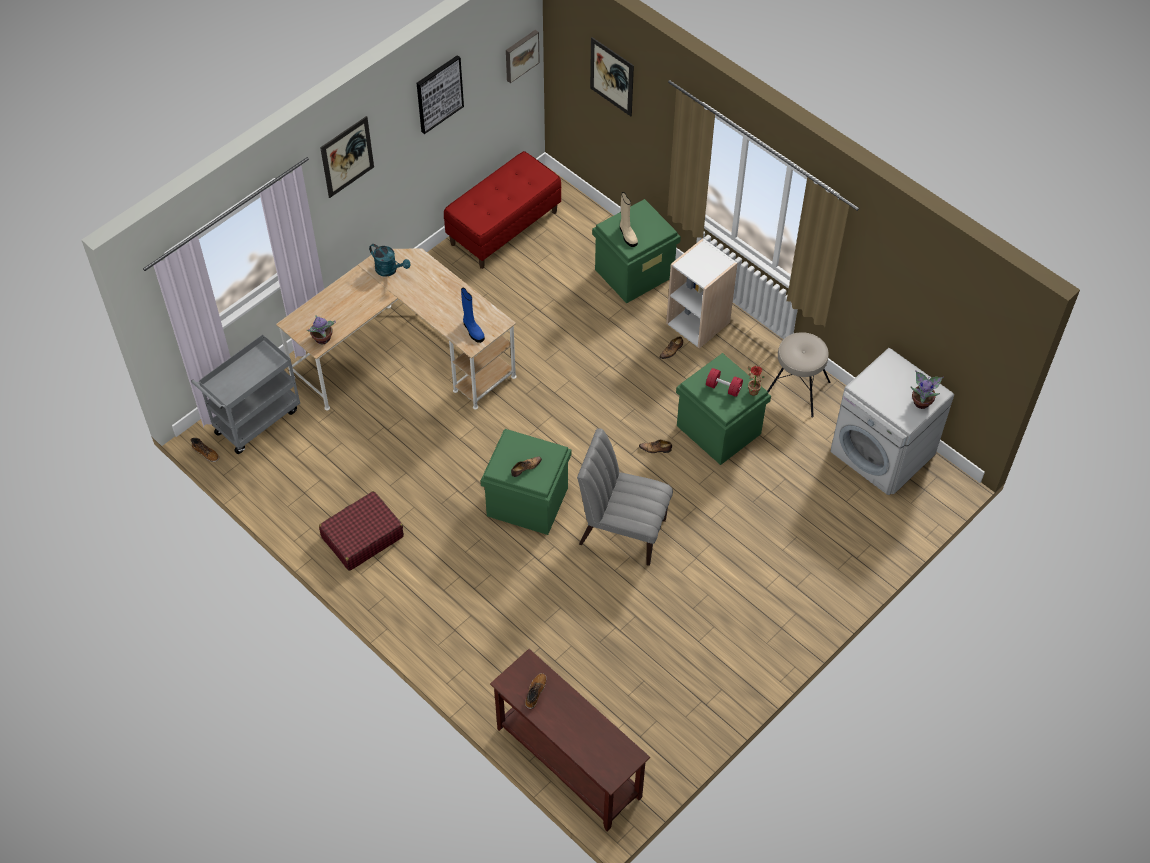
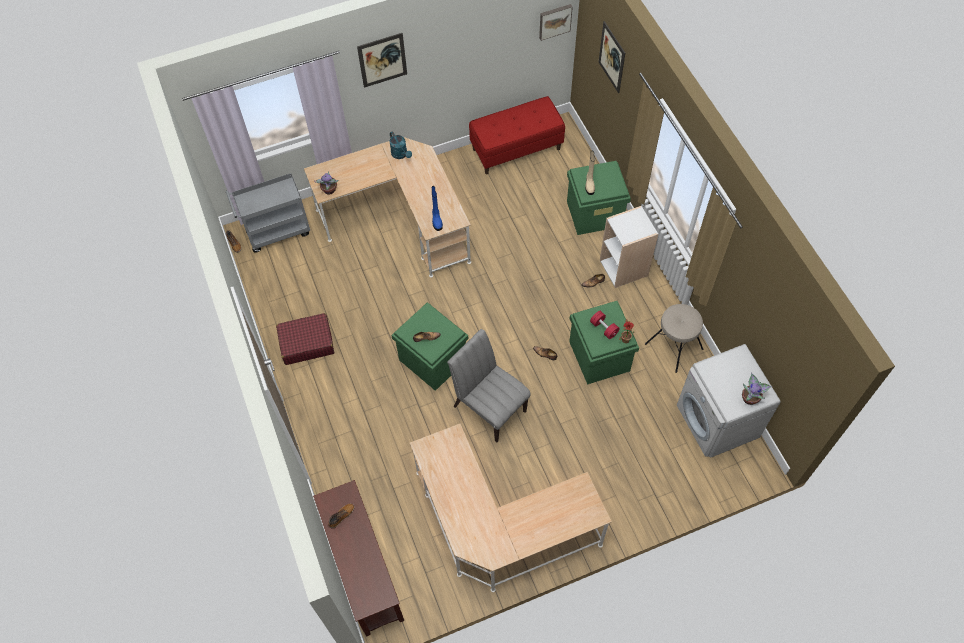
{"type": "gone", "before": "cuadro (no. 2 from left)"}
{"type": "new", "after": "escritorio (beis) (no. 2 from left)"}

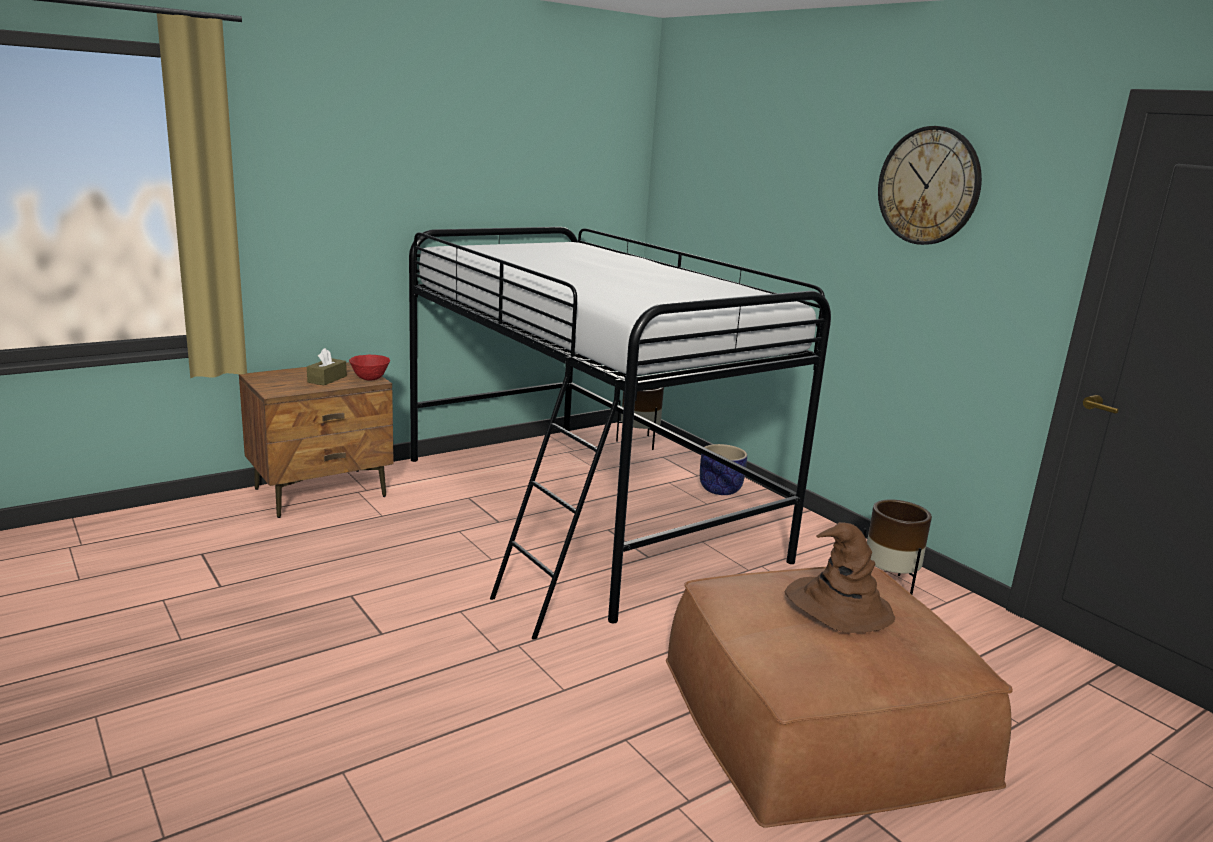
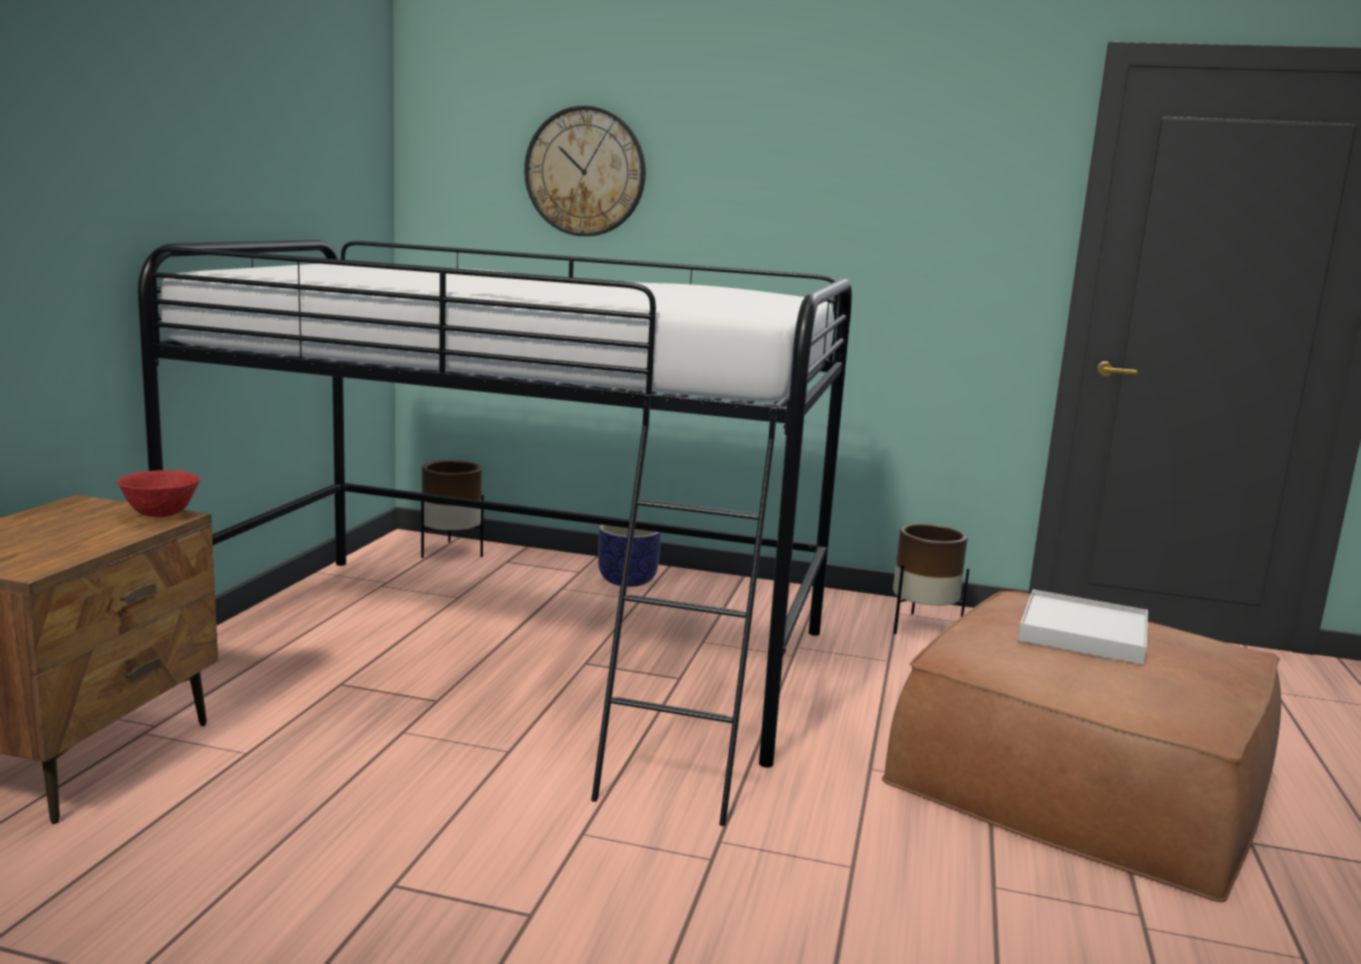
{"type": "shifted", "before": "reloj de pared"}
{"type": "gone", "before": "caja de pañuelos (marrón)"}
{"type": "swapped", "before": "sombrero (marrón)", "after": "bandeja (blanco)"}

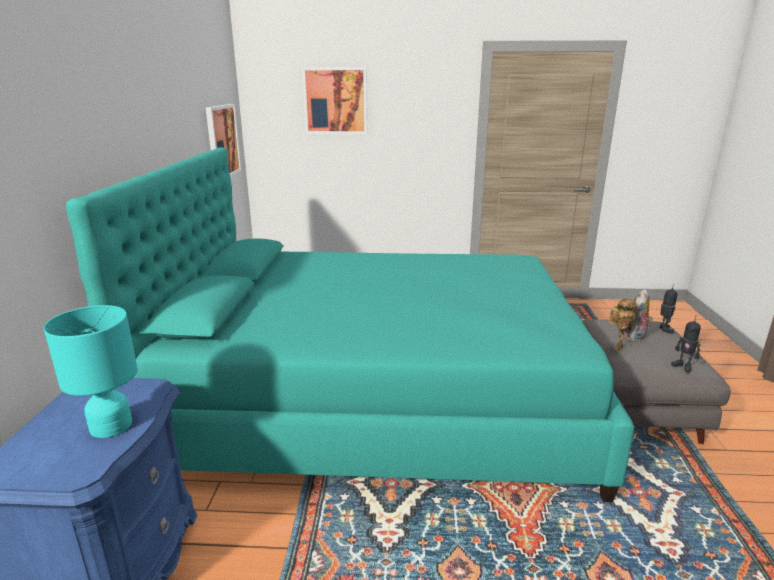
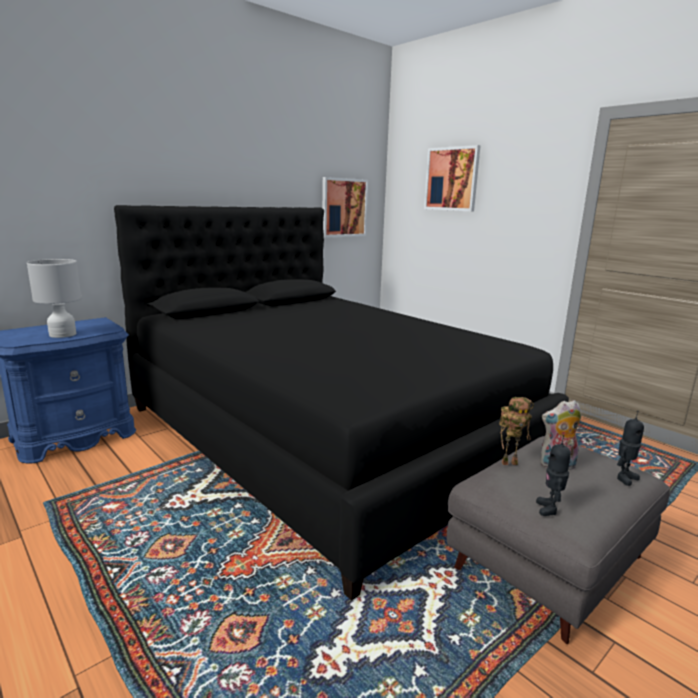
{"type": "repainted", "before": "cama (turquesa)", "after": "cama (negro)"}
{"type": "repainted", "before": "lámpara de mesa (turquesa)", "after": "lámpara de mesa (gris)"}

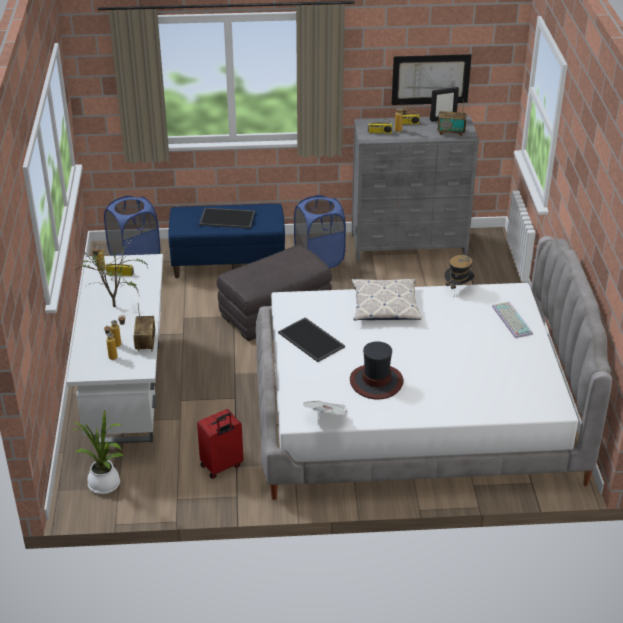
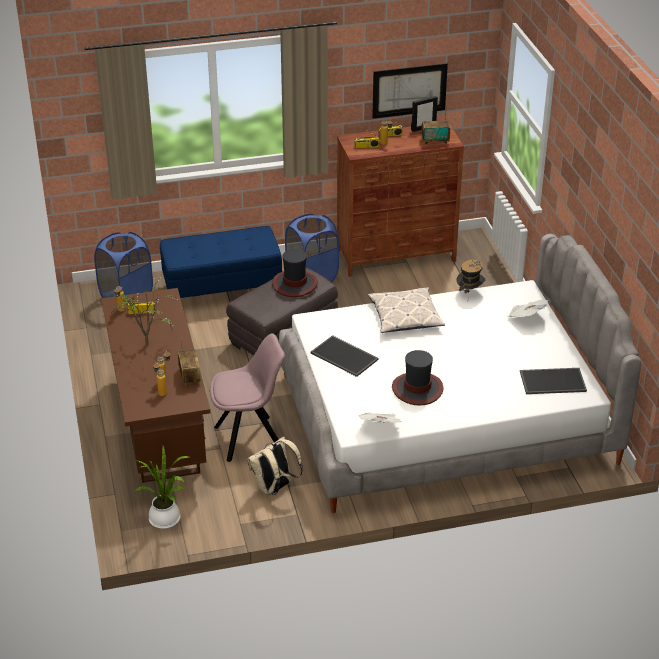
{"type": "repainted", "before": "cómoda (gris)", "after": "cómoda (marrón)"}
{"type": "shifted", "before": "bandeja (no. 1 from left in the first image)", "after": "bandeja (no. 2 from left)"}
{"type": "repainted", "before": "escritorio (blanco)", "after": "escritorio (marrón)"}
{"type": "swapped", "before": "teclado", "after": "periódico (no. 2 from left)"}
{"type": "swapped", "before": "maleta (rojo)", "after": "mochila (beis)"}
{"type": "new", "after": "sombrero (no. 1 from left)"}
{"type": "new", "after": "silla (rosa)"}

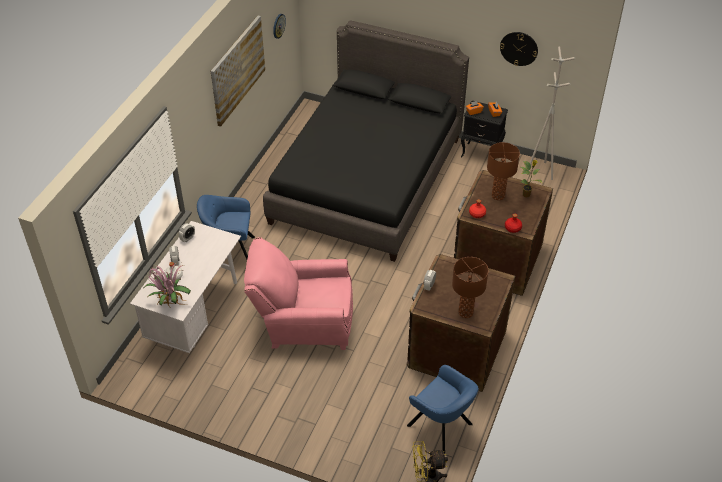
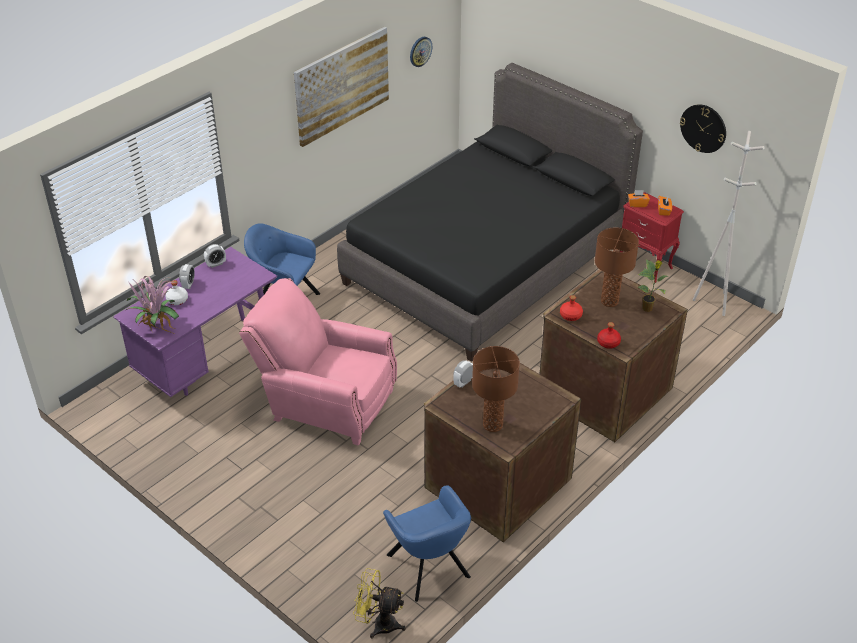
{"type": "repainted", "before": "mesita de noche (negro)", "after": "mesita de noche (rojo)"}
{"type": "repainted", "before": "escritorio (blanco)", "after": "escritorio (morado)"}

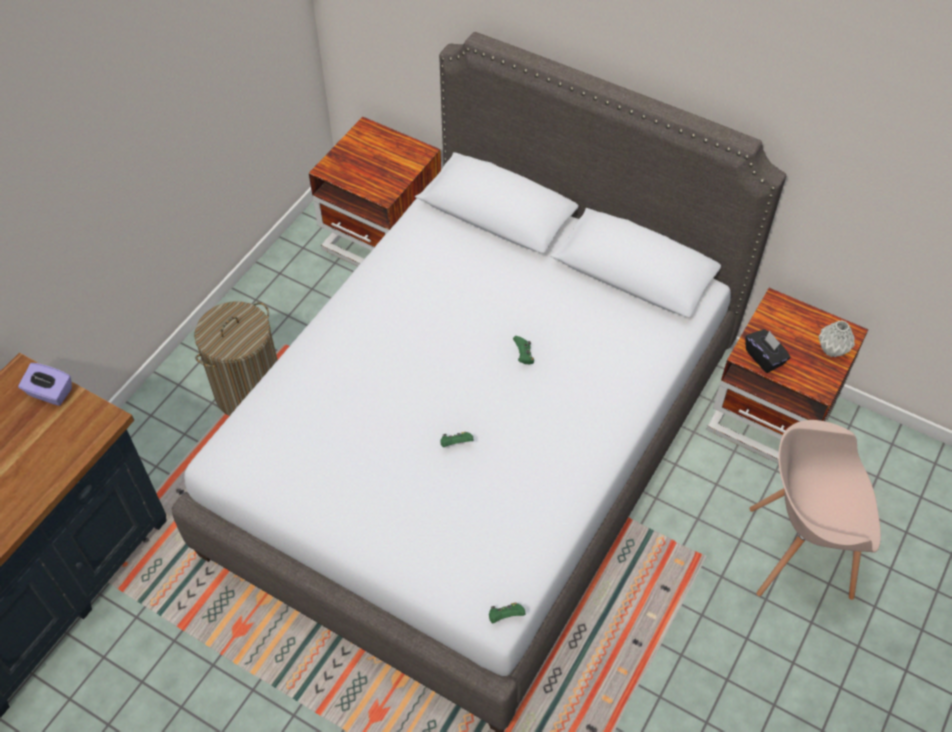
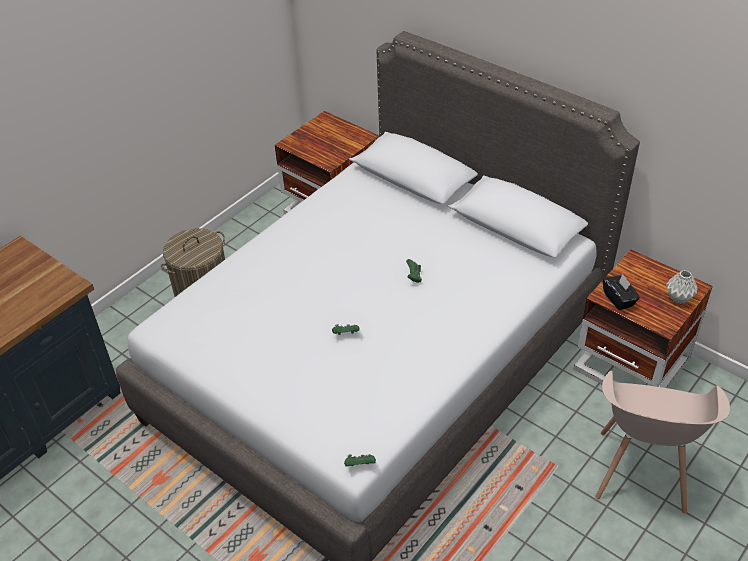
{"type": "gone", "before": "caja de pañuelos (morado)"}
{"type": "rotated", "before": "silla (beis)", "turn": -90}

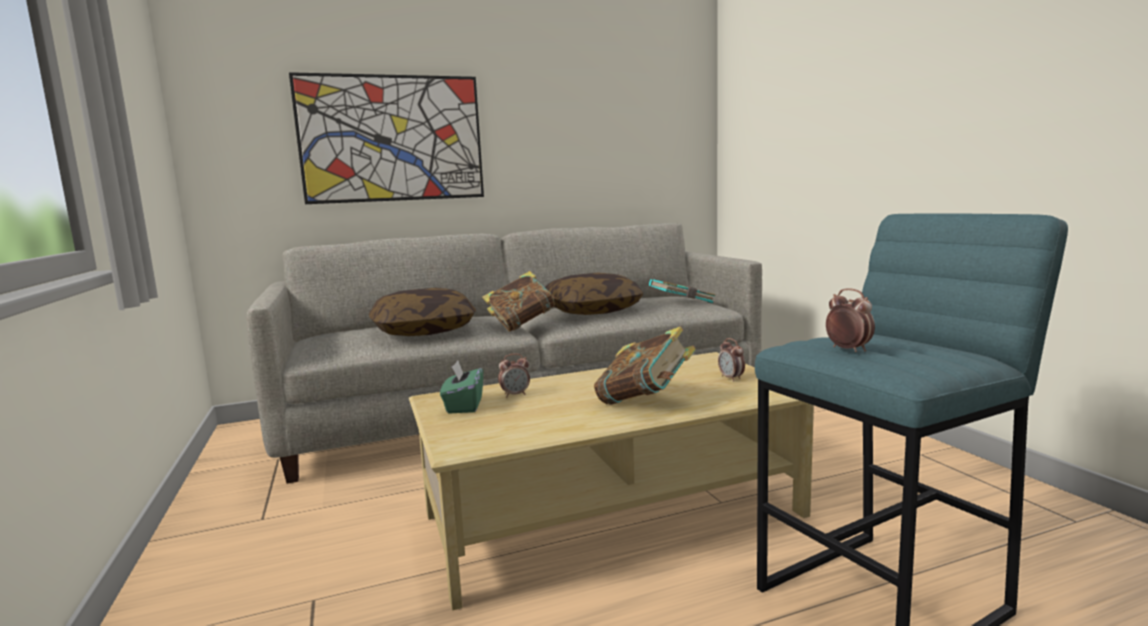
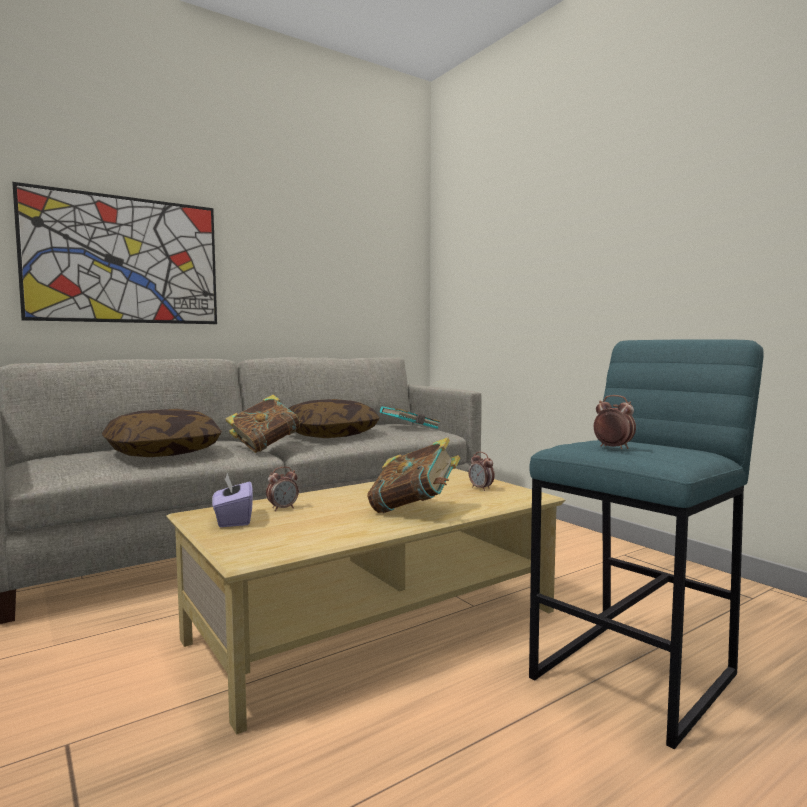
{"type": "repainted", "before": "caja de pañuelos (verde)", "after": "caja de pañuelos (morado)"}

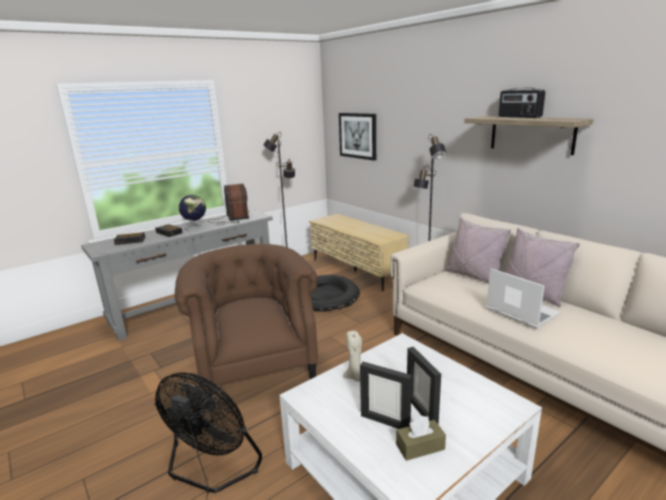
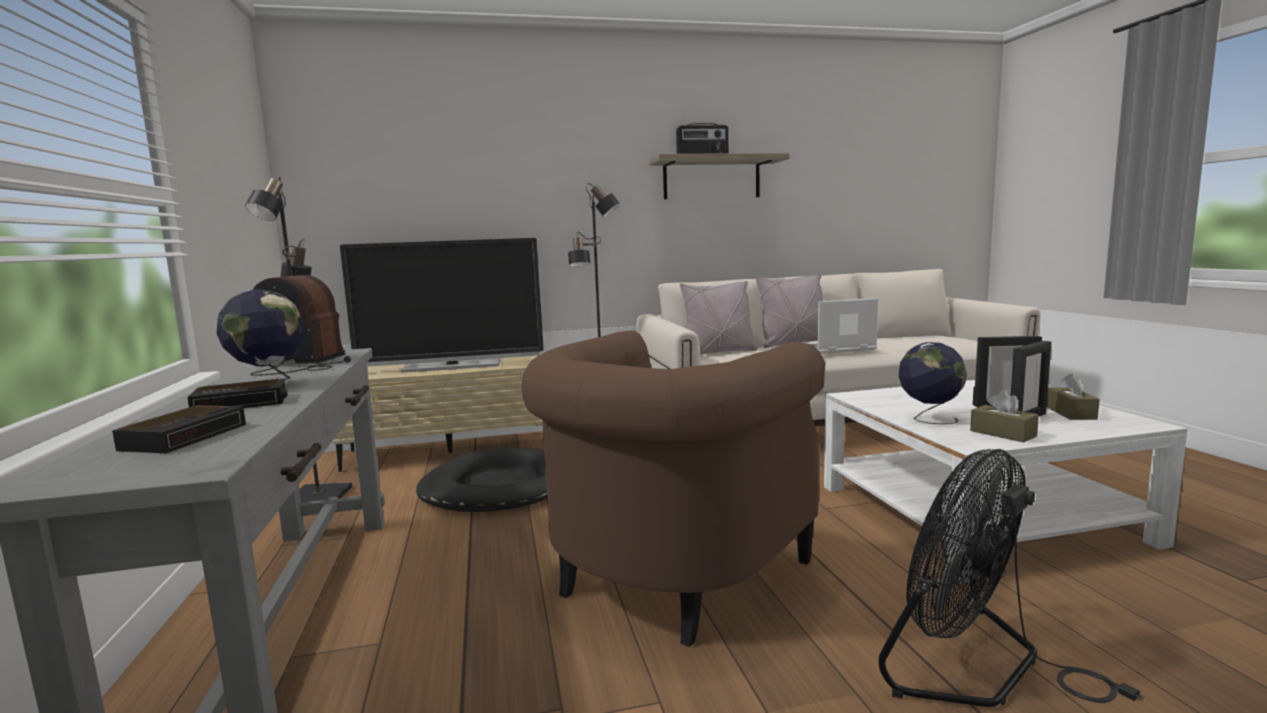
{"type": "gone", "before": "cuadro"}
{"type": "rotated", "before": "sillón (marrón)", "turn": -60}
{"type": "swapped", "before": "vela (beis)", "after": "globo terráqueo (no. 2 from left)"}
{"type": "new", "after": "televisor"}
{"type": "new", "after": "caja de pañuelos (marrón) (no. 1 from left)"}

